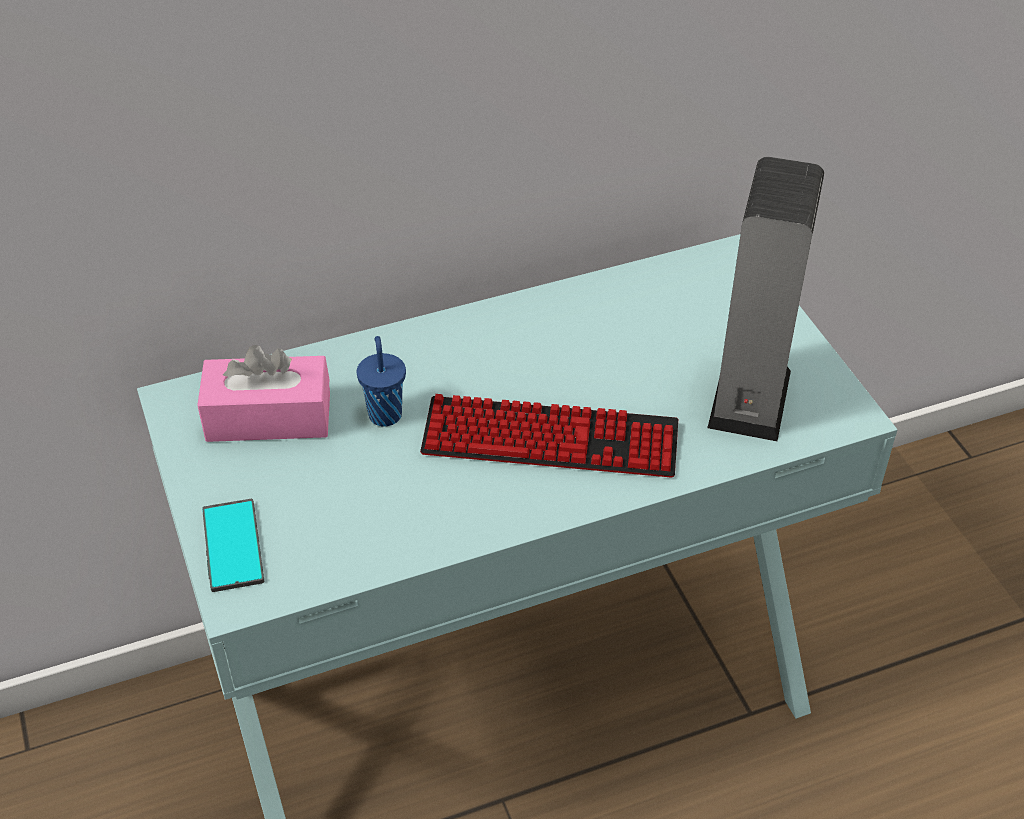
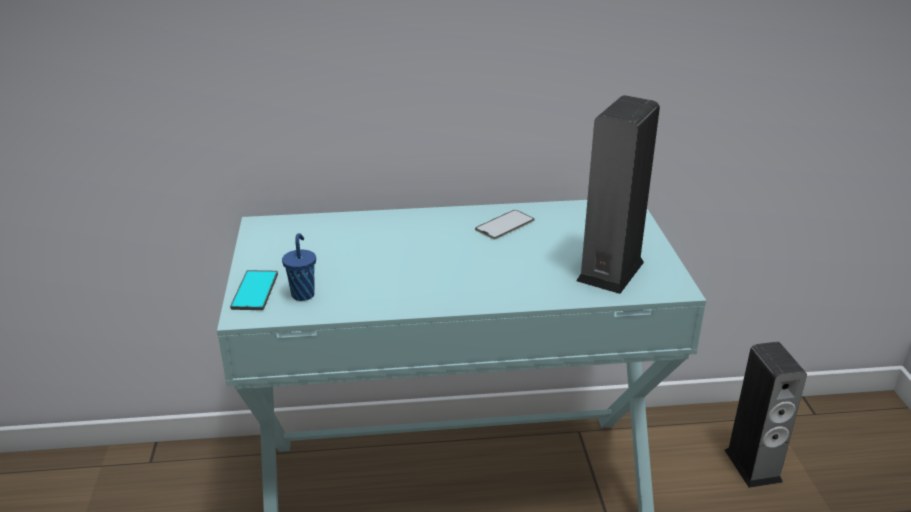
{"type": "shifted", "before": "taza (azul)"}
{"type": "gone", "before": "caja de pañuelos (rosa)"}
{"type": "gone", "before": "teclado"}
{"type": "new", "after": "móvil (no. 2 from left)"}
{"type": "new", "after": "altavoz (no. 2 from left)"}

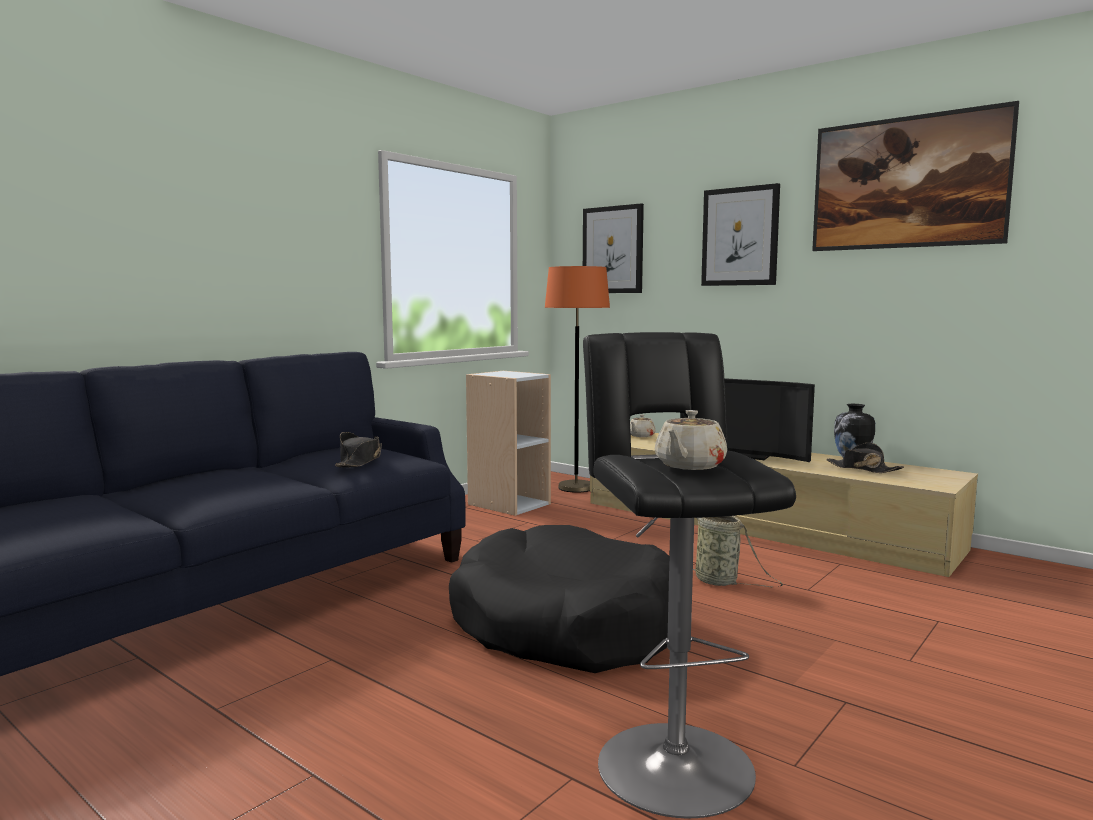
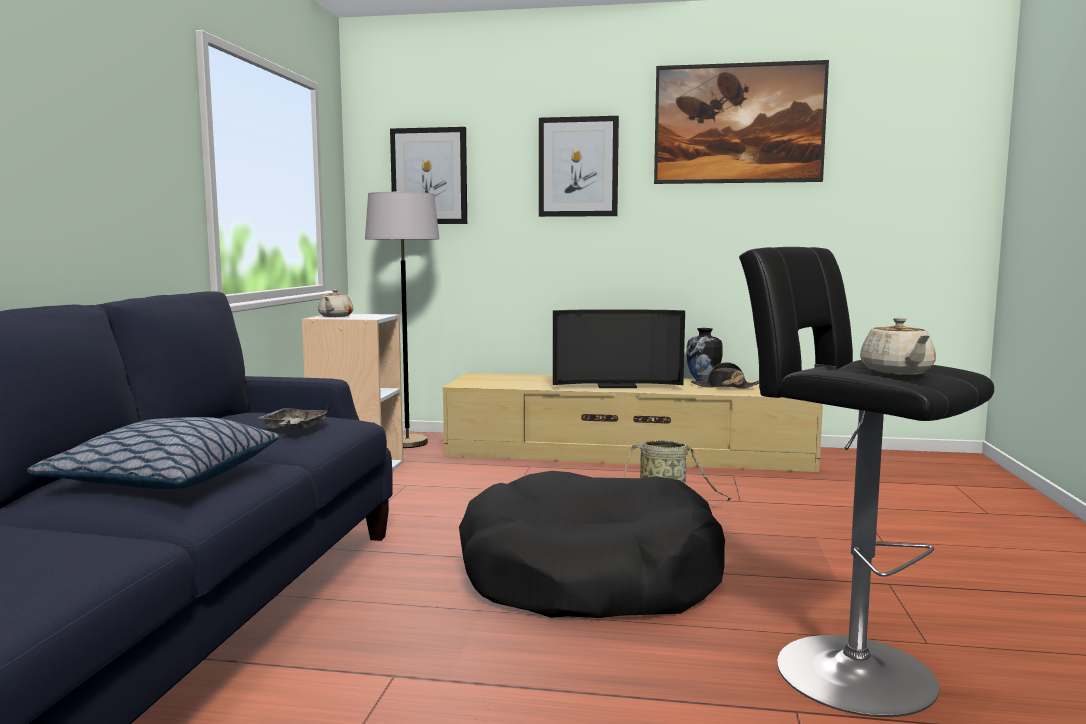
{"type": "repainted", "before": "lámpara de pie (naranja)", "after": "lámpara de pie (gris)"}
{"type": "shifted", "before": "tetera (beis) (no. 1 from left)"}
{"type": "swapped", "before": "sombrero (negro) (no. 1 from left)", "after": "bandeja (gris)"}
{"type": "new", "after": "cojín"}

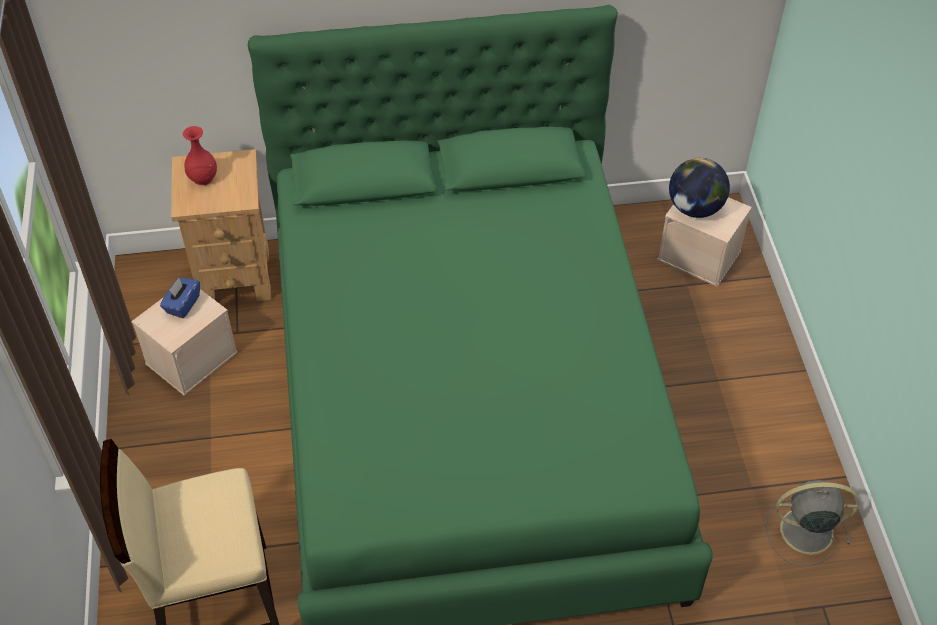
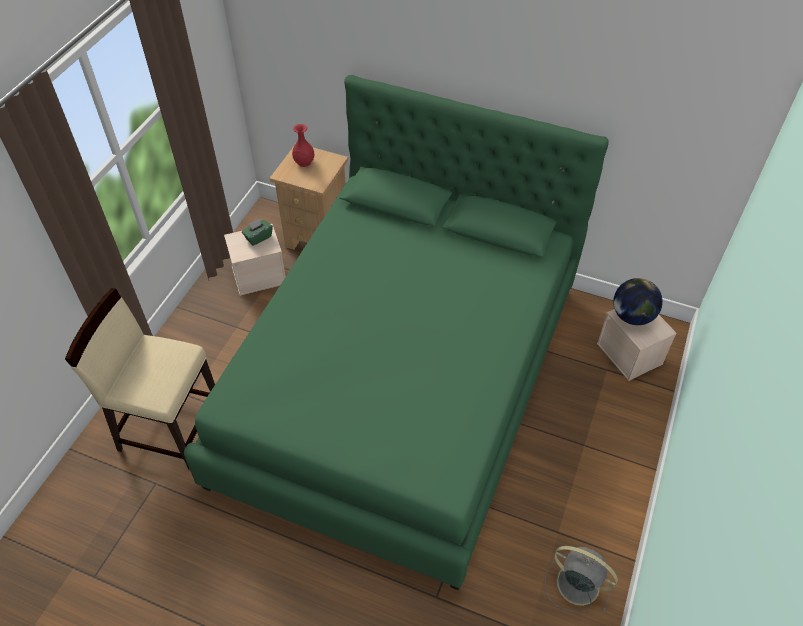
{"type": "repainted", "before": "caja de pañuelos (azul)", "after": "caja de pañuelos (verde)"}

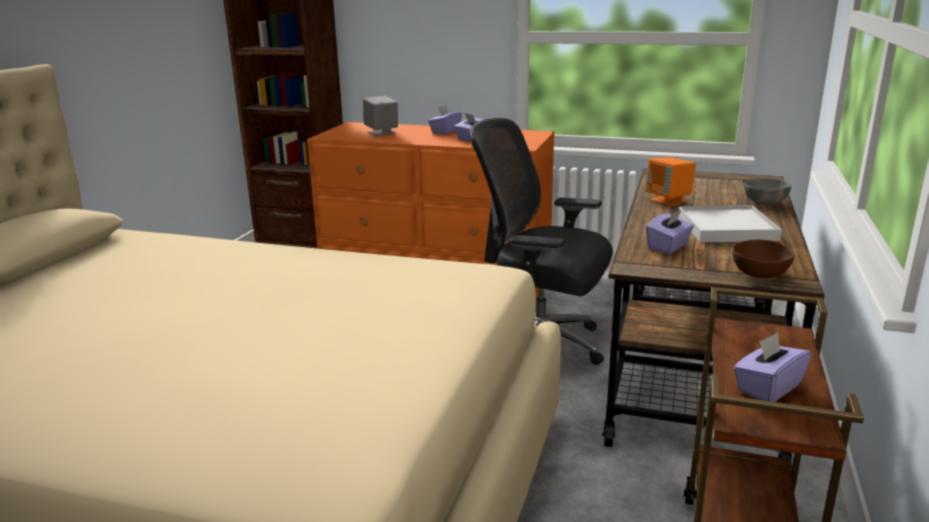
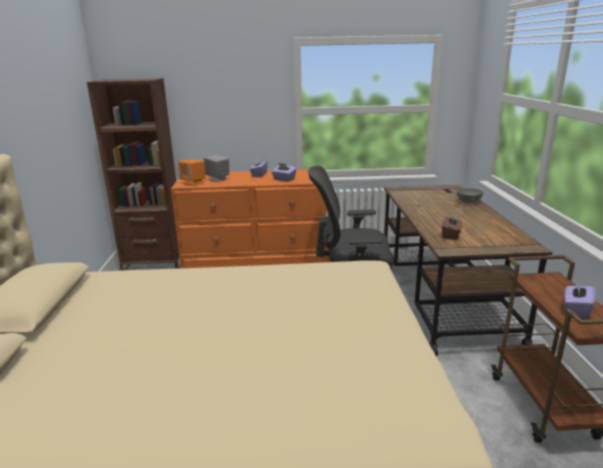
{"type": "shifted", "before": "altavoz (naranja)"}
{"type": "gone", "before": "bandeja (blanco)"}
{"type": "repainted", "before": "caja de pañuelos (morado) (no. 3 from left)", "after": "caja de pañuelos (marrón)"}
{"type": "gone", "before": "cuenco (marrón)"}

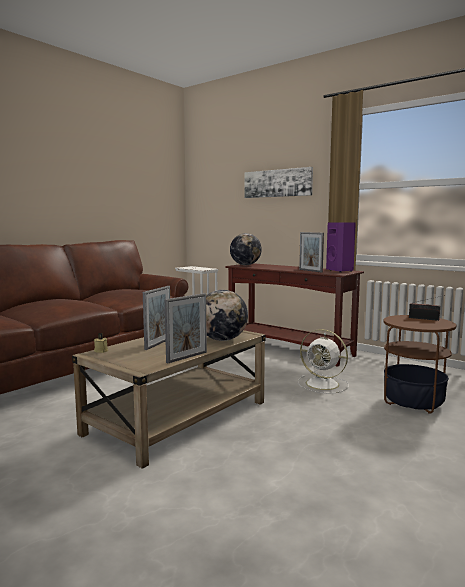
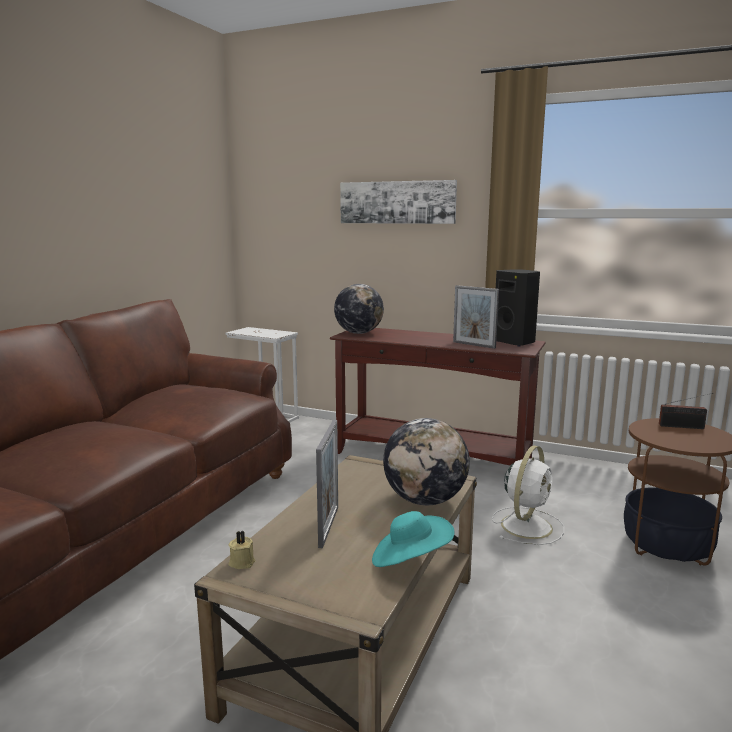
{"type": "repainted", "before": "altavoz (morado)", "after": "altavoz (negro)"}
{"type": "swapped", "before": "portarretratos (no. 2 from left)", "after": "sombrero (turquesa)"}
{"type": "rotated", "before": "ventilador (blanco)", "turn": -75}

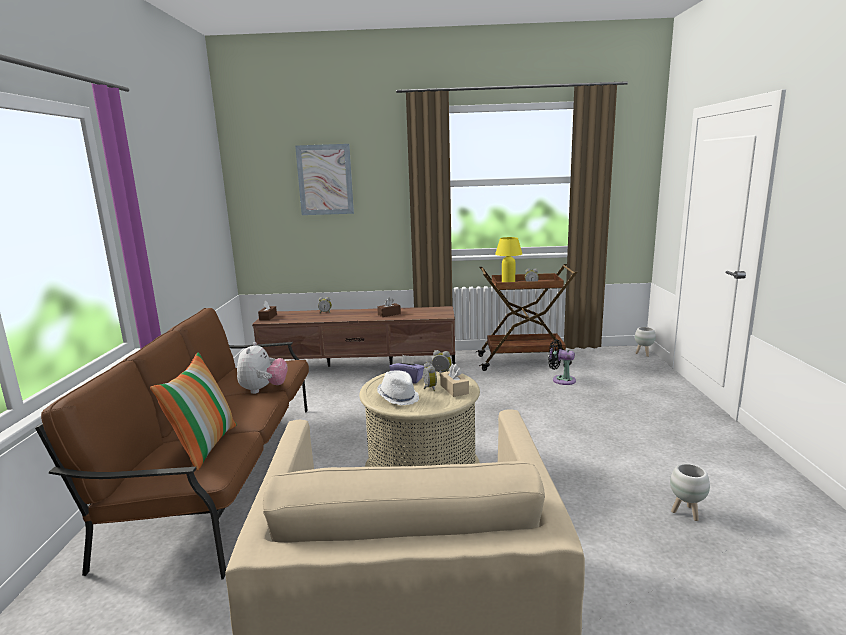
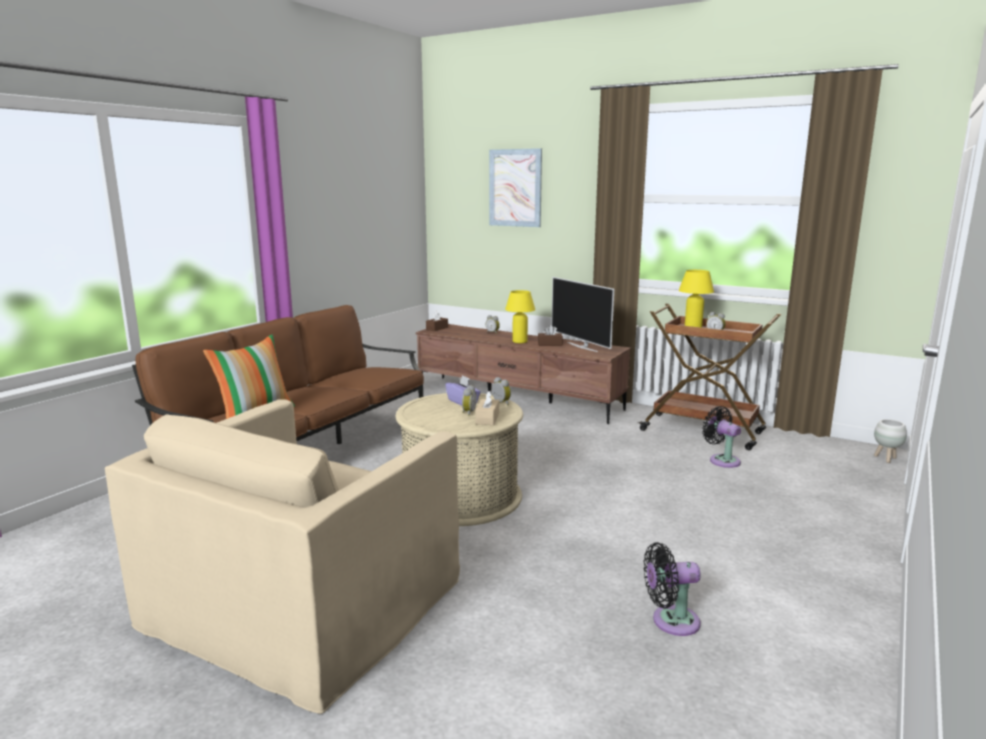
{"type": "gone", "before": "peluche"}
{"type": "gone", "before": "sombrero (blanco)"}
{"type": "swapped", "before": "maceta (blanco) (no. 2 from left)", "after": "ventilador (negro) (no. 1 from left)"}
{"type": "new", "after": "televisor"}
{"type": "new", "after": "lámpara de mesa (amarillo) (no. 1 from left)"}

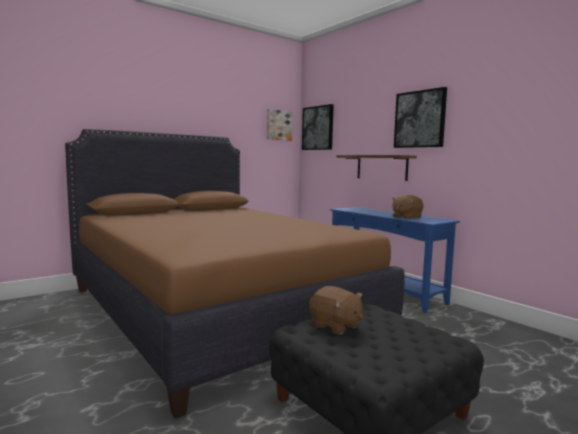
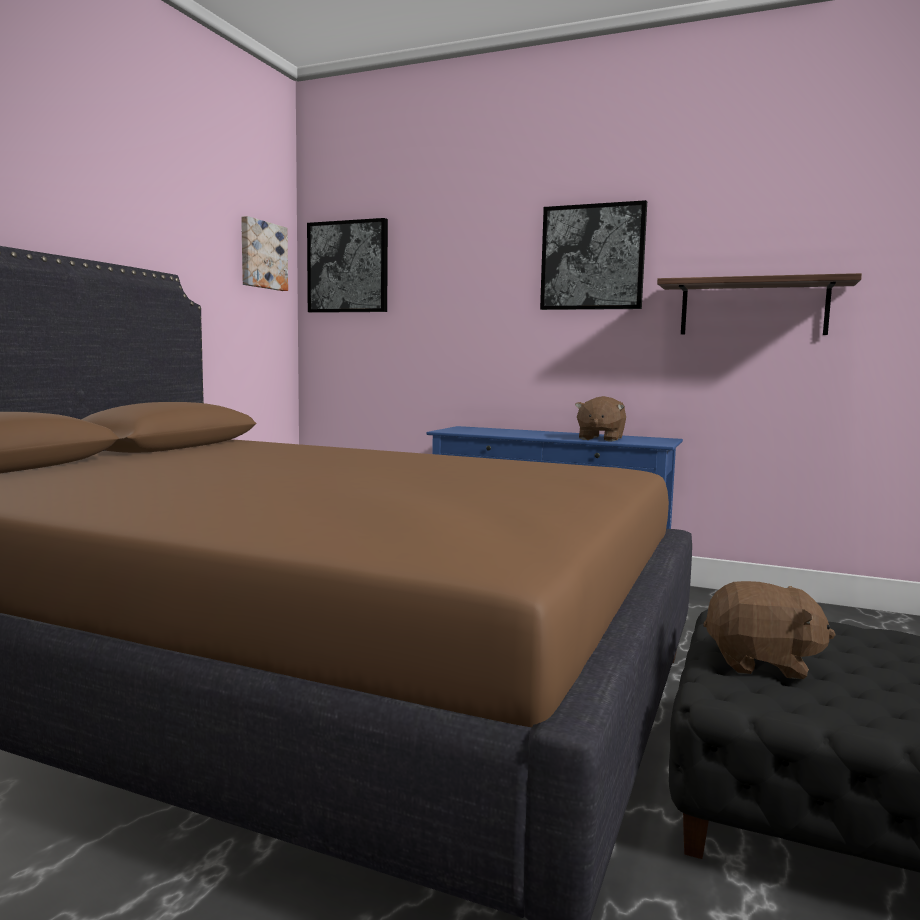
{"type": "shifted", "before": "estante"}

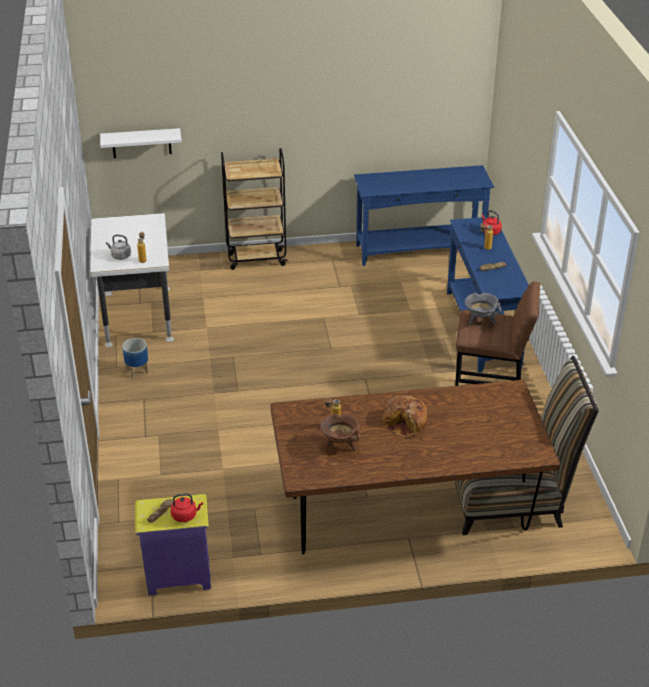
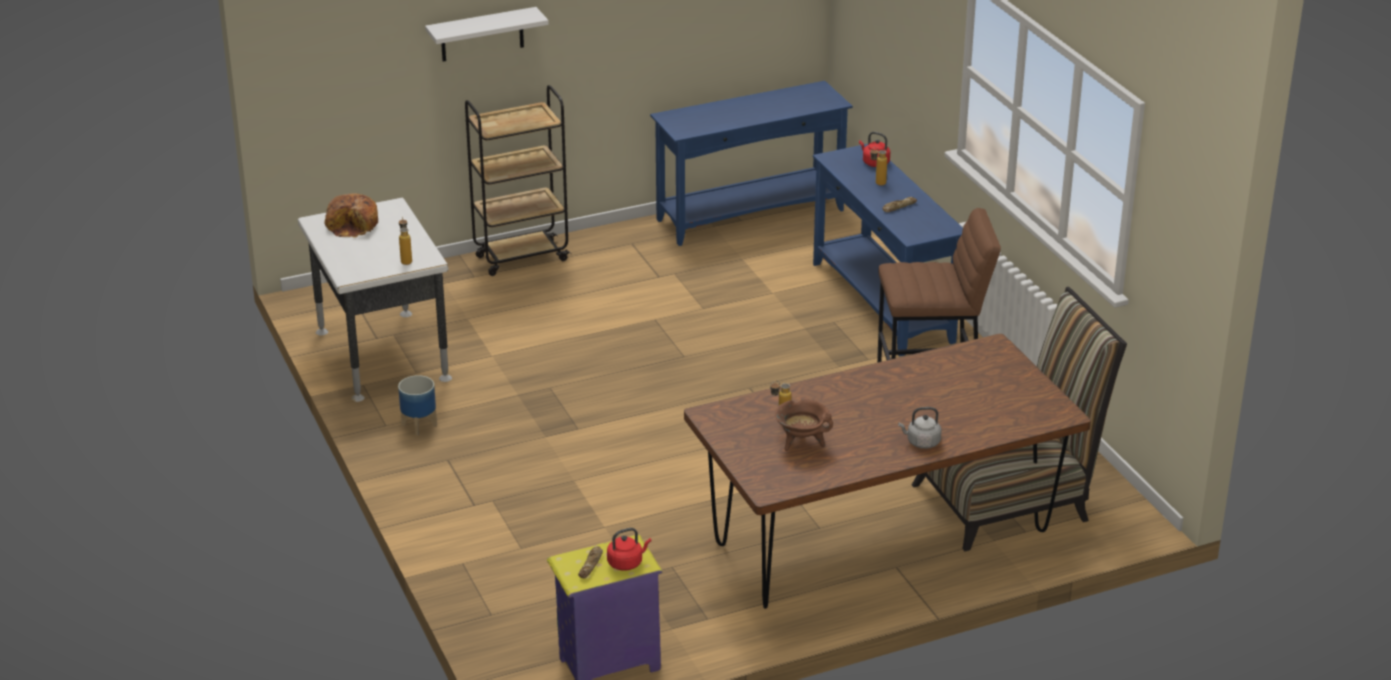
{"type": "shifted", "before": "estante (blanco)"}
{"type": "shifted", "before": "hervidor (gris)"}
{"type": "gone", "before": "olla (gris)"}
{"type": "shifted", "before": "pan (no. 2 from left in the first image)", "after": "pan (no. 1 from left)"}

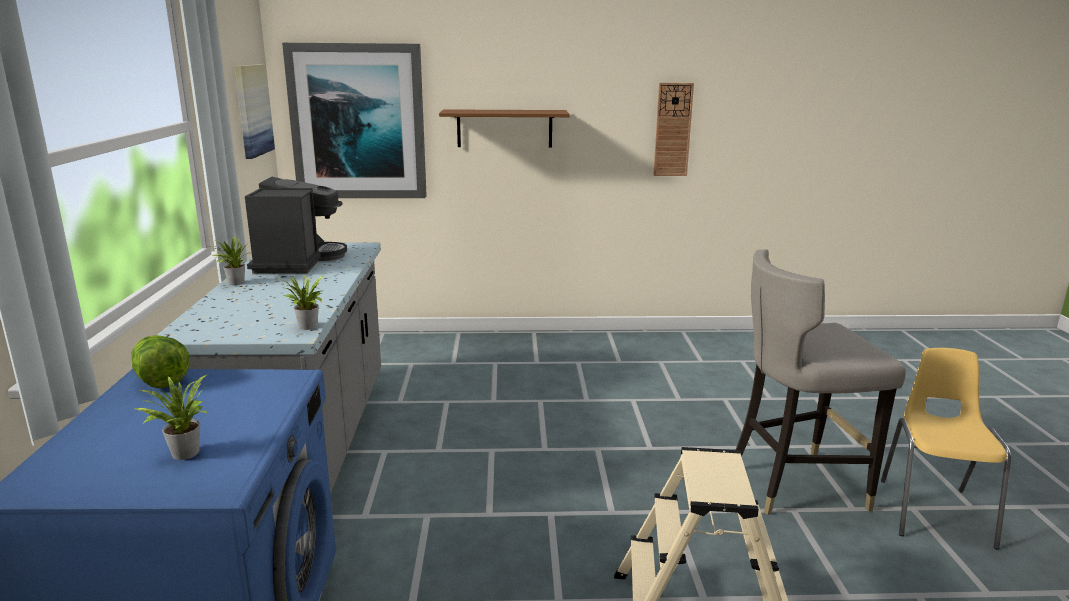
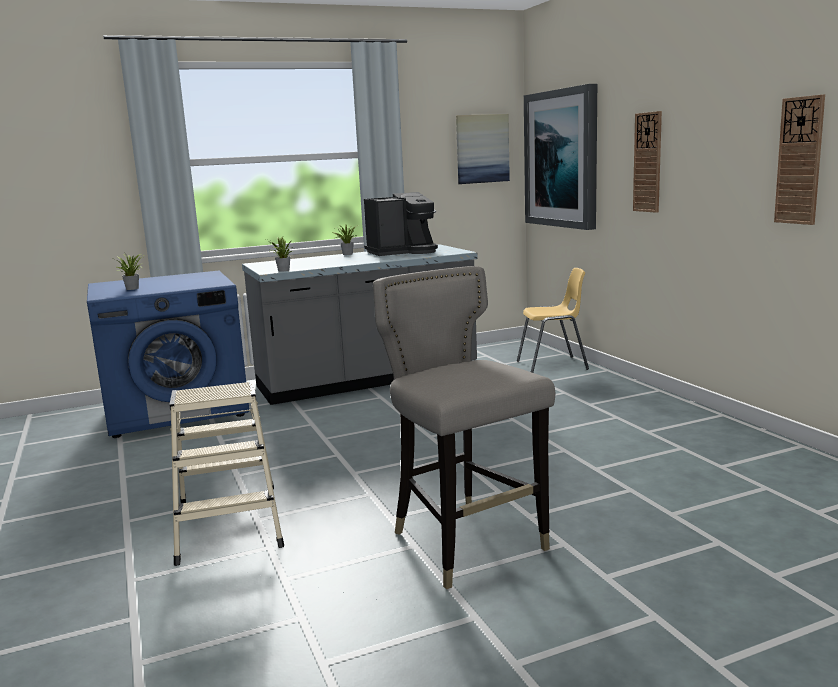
{"type": "swapped", "before": "estante (marrón)", "after": "reloj de pared (no. 1 from left)"}
{"type": "gone", "before": "lechuga"}
{"type": "shifted", "before": "silla (amarillo)"}

